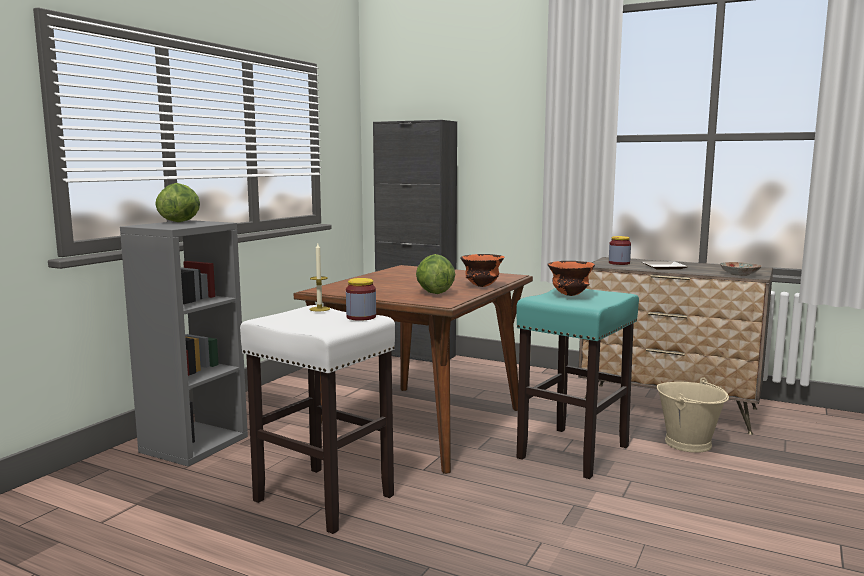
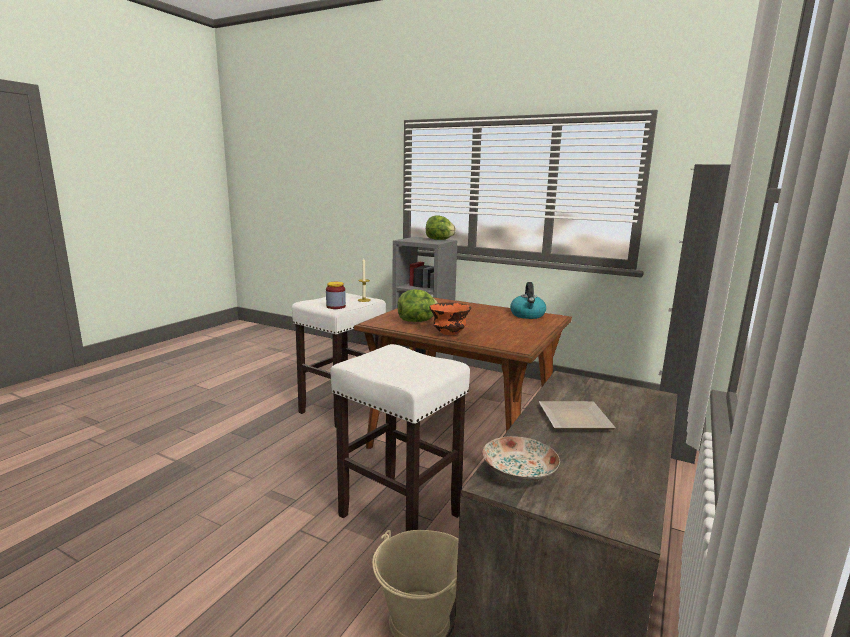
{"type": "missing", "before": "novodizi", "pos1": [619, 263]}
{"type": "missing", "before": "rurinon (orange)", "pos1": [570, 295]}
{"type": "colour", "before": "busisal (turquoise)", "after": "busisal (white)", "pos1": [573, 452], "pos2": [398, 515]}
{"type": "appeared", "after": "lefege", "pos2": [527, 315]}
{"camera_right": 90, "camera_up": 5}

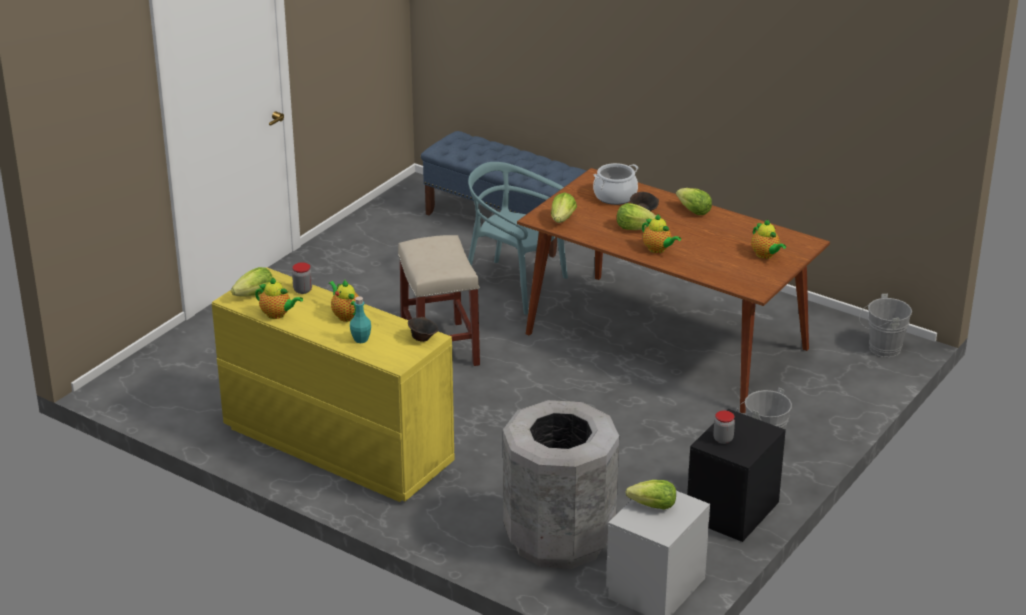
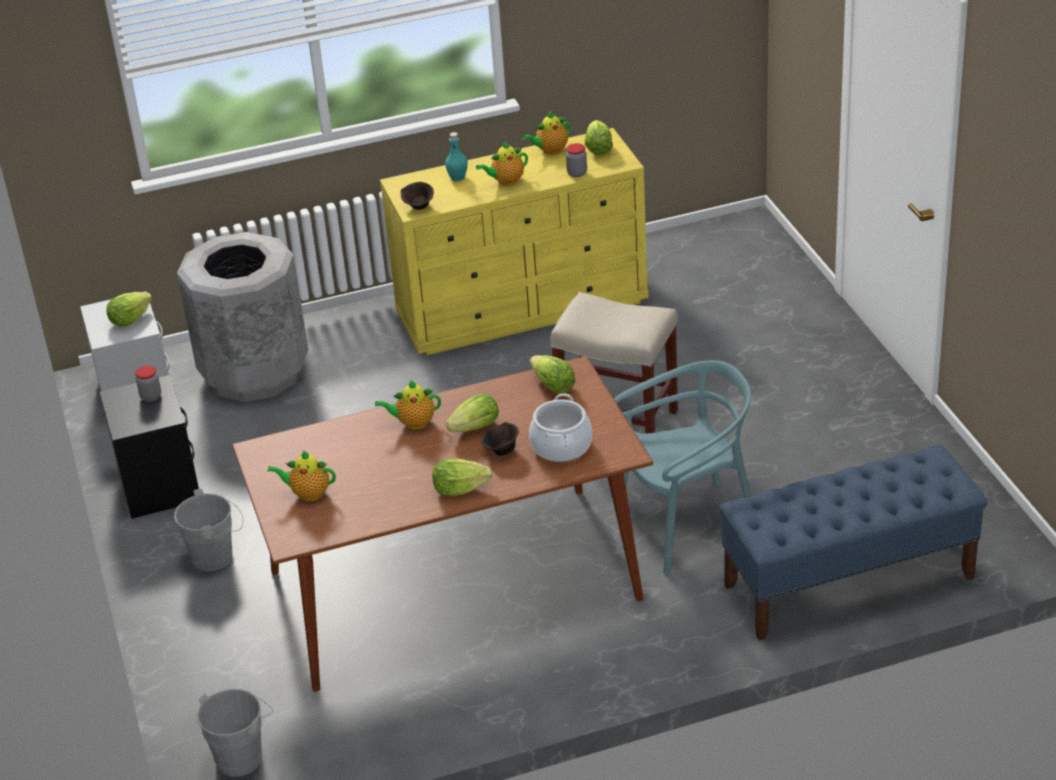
{"type": "spun", "before": "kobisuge", "pos1": [345, 315], "pos2": [506, 181], "turn": 150}
{"camera_right": 130, "camera_up": 5}

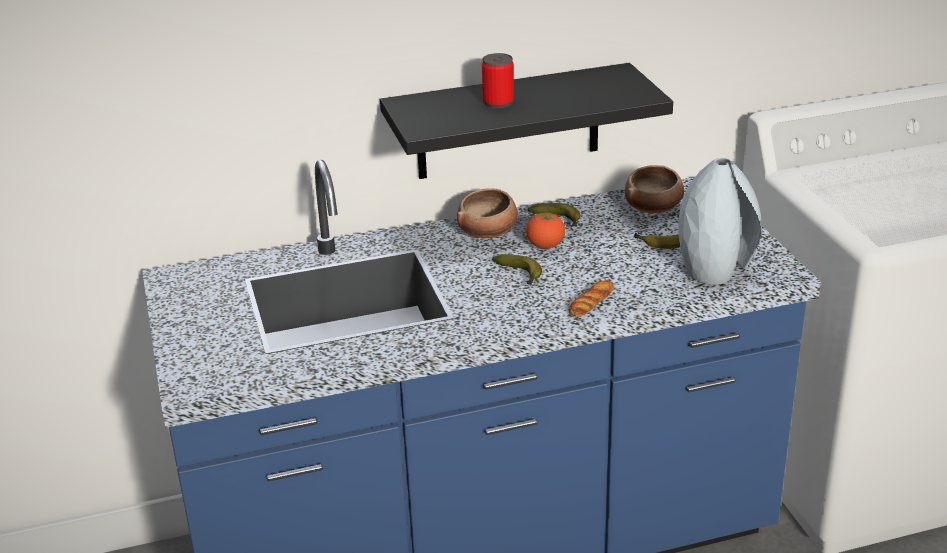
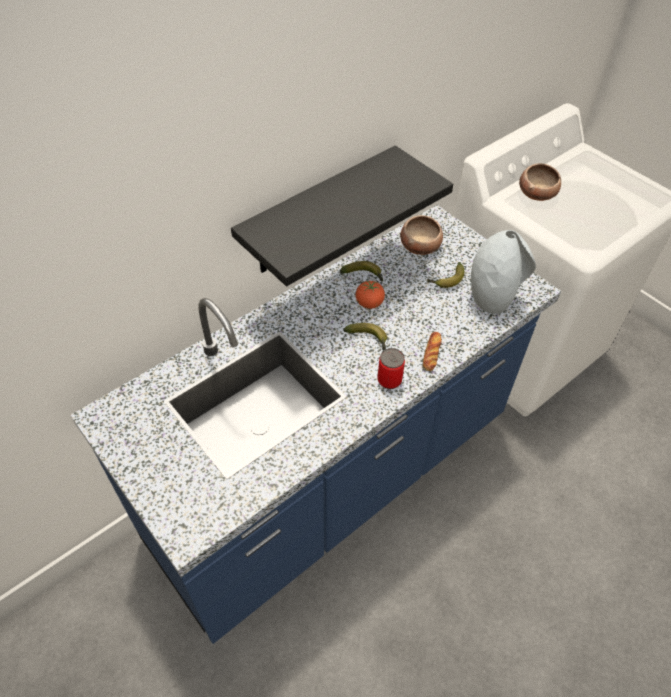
{"type": "relocated", "before": "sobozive", "pos1": [498, 102], "pos2": [389, 380]}
{"type": "relocated", "before": "rurinon", "pos1": [488, 232], "pos2": [537, 193]}
{"camera_right": -25, "camera_up": 20}

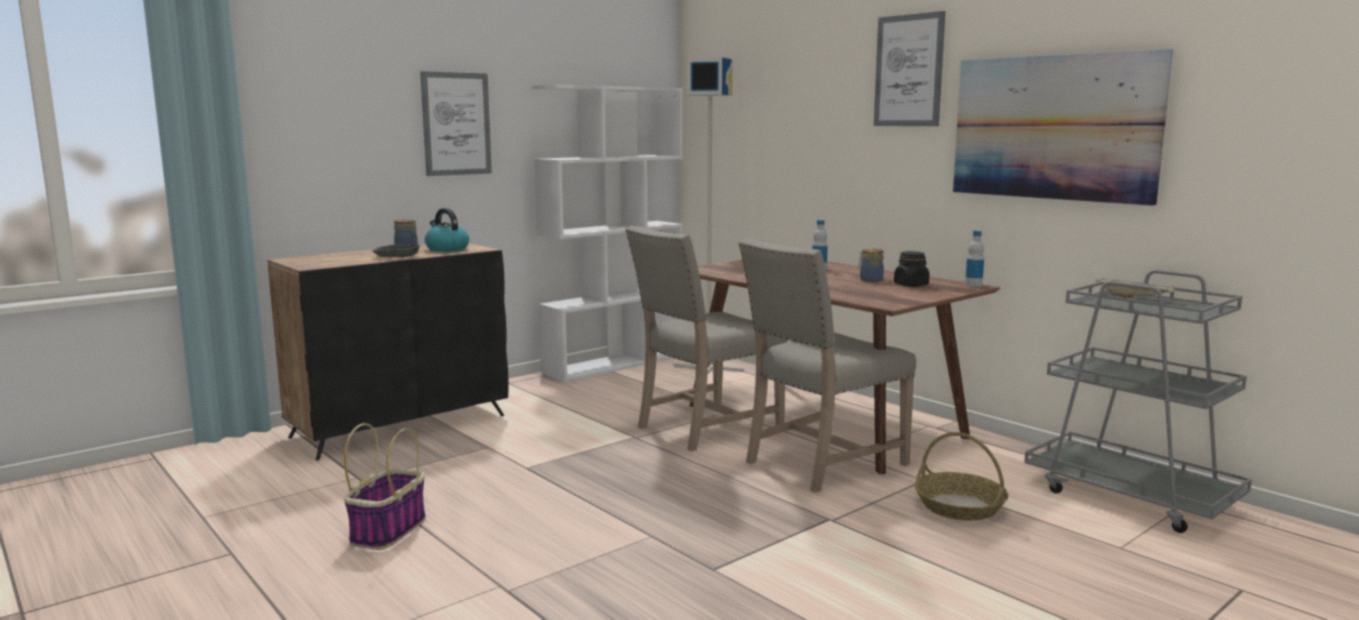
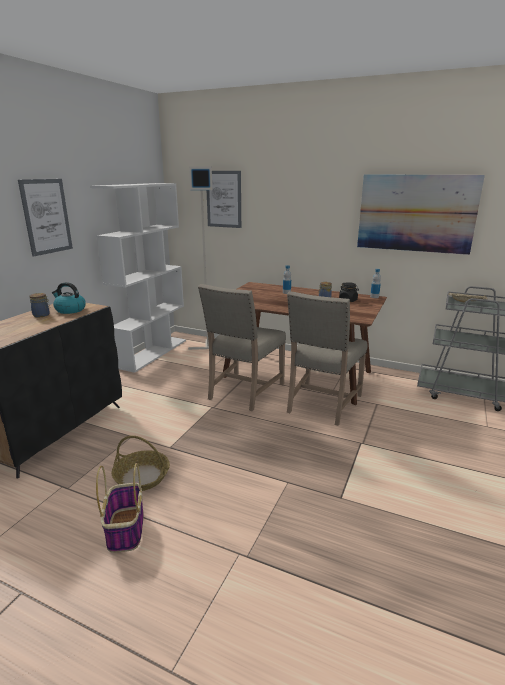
{"type": "relocated", "before": "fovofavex", "pos1": [908, 71], "pos2": [224, 199]}
{"type": "missing", "before": "rurinon (grey)", "pos1": [396, 256]}
{"type": "relocated", "before": "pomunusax", "pos1": [960, 506], "pos2": [142, 477]}
{"camera_right": -25, "camera_up": 10}

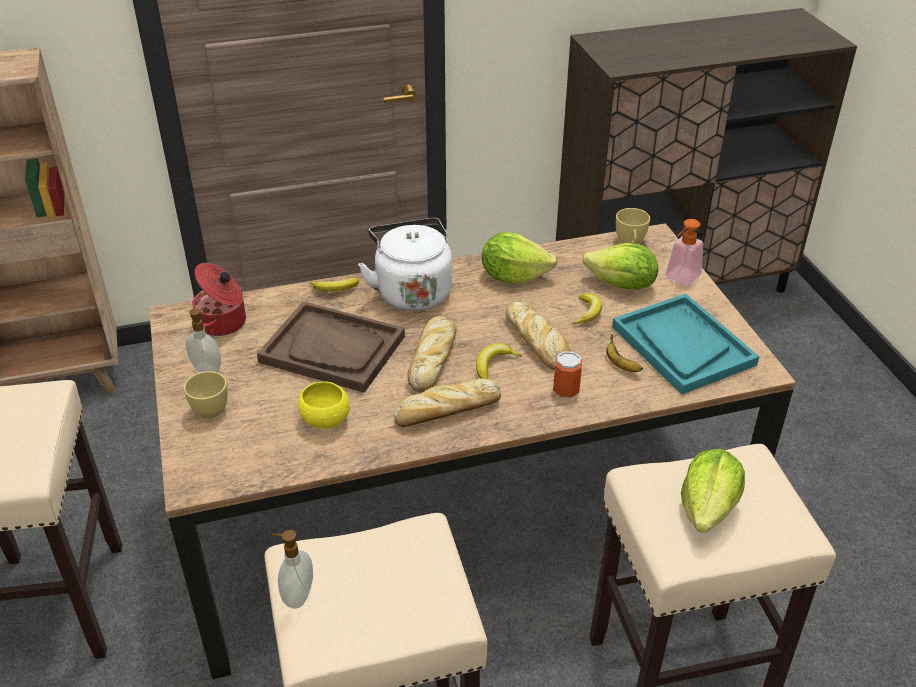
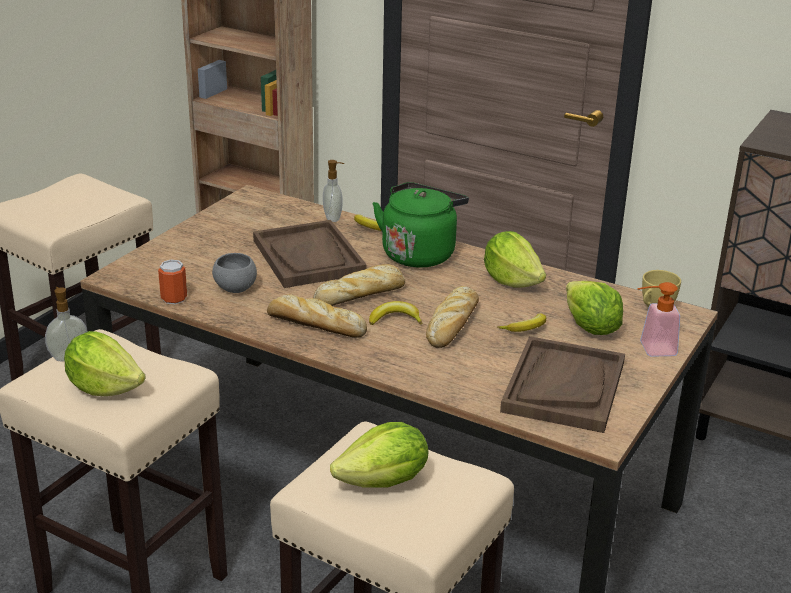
{"type": "colour", "before": "lefege (white)", "after": "lefege (green)", "pos1": [411, 291], "pos2": [420, 253]}
{"type": "missing", "before": "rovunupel", "pos1": [223, 323]}
{"type": "colour", "before": "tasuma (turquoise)", "after": "tasuma (brown)", "pos1": [682, 345], "pos2": [563, 387]}
{"type": "relocated", "before": "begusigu", "pos1": [208, 369], "pos2": [333, 218]}
{"type": "missing", "before": "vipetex", "pos1": [620, 365]}
{"type": "relocated", "before": "sobozive", "pos1": [566, 390], "pos2": [174, 298]}
{"type": "missing", "before": "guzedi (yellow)", "pos1": [212, 407]}
{"type": "colour", "before": "rurinon (yellow)", "after": "rurinon (grey)", "pos1": [325, 420], "pos2": [235, 288]}
{"type": "appeared", "after": "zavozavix", "pos2": [104, 387]}
{"camera_right": 45, "camera_up": -10}

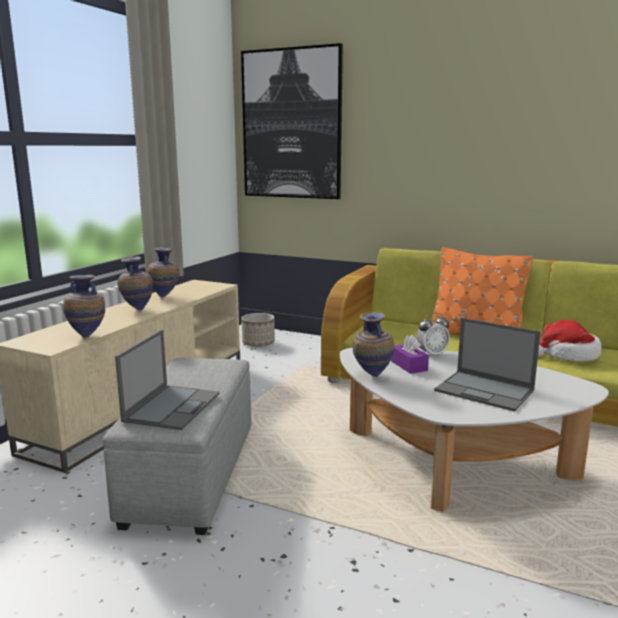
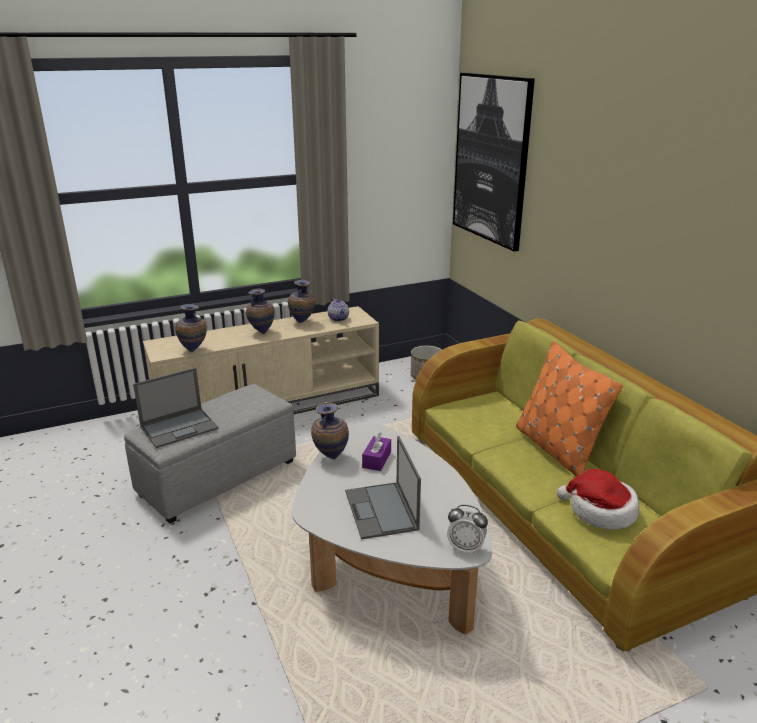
{"type": "relocated", "before": "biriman", "pos1": [432, 354], "pos2": [465, 548]}
{"type": "appeared", "after": "kobisuge", "pos2": [339, 319]}
{"camera_right": 40, "camera_up": 10}

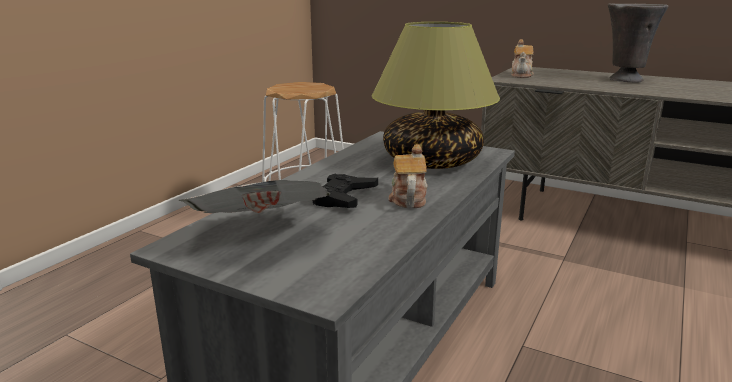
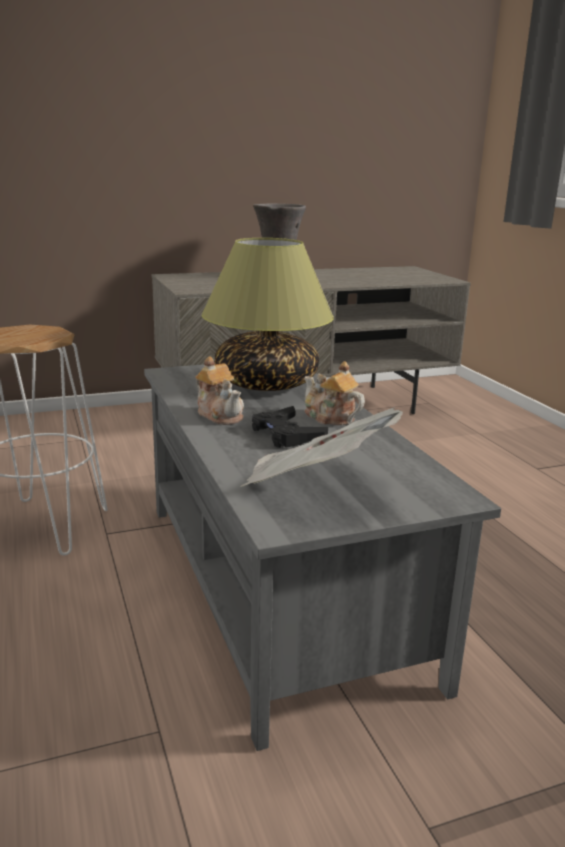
{"type": "relocated", "before": "kobisuge", "pos1": [521, 75], "pos2": [220, 415]}
{"camera_right": -50, "camera_up": 0}

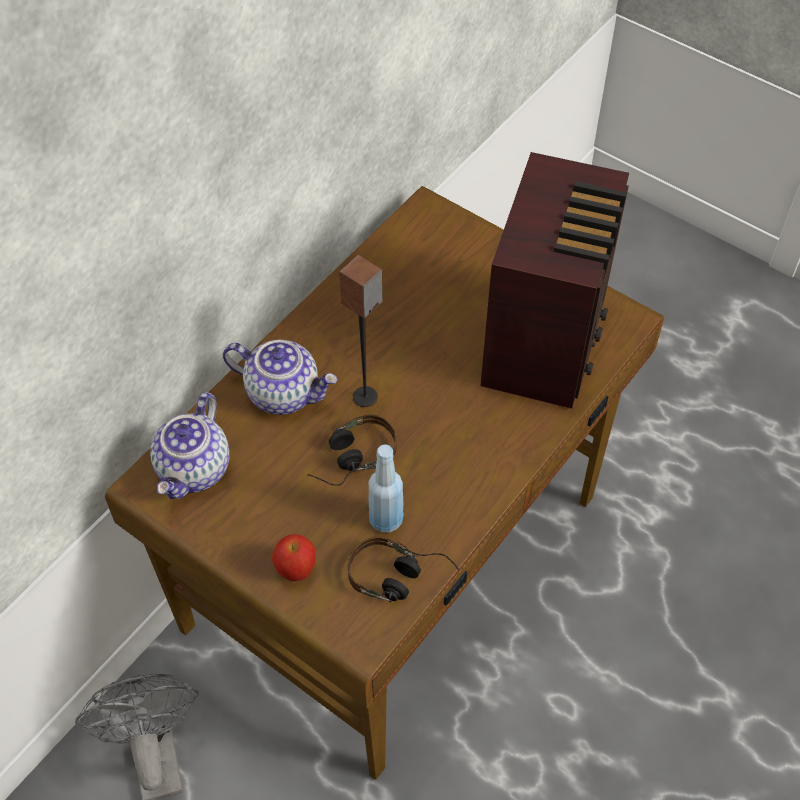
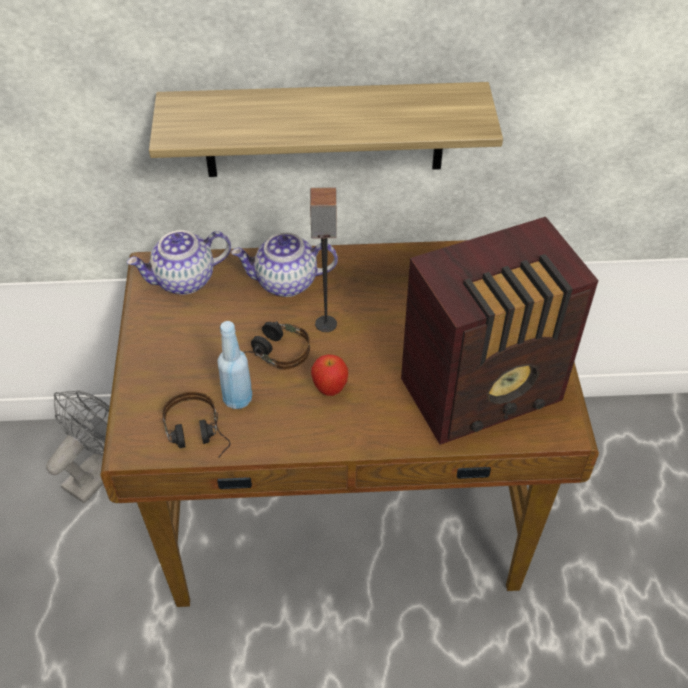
{"type": "spun", "before": "kobisuge", "pos1": [284, 392], "pos2": [286, 282], "turn": 105}
{"type": "relocated", "before": "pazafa", "pos1": [296, 571], "pos2": [330, 389]}
{"type": "appeared", "after": "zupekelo", "pos2": [324, 130]}
{"camera_right": 50, "camera_up": -5}

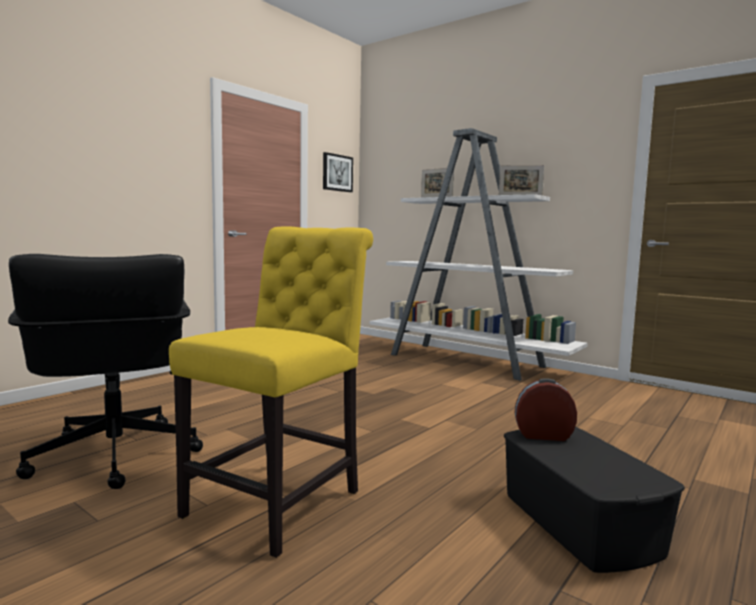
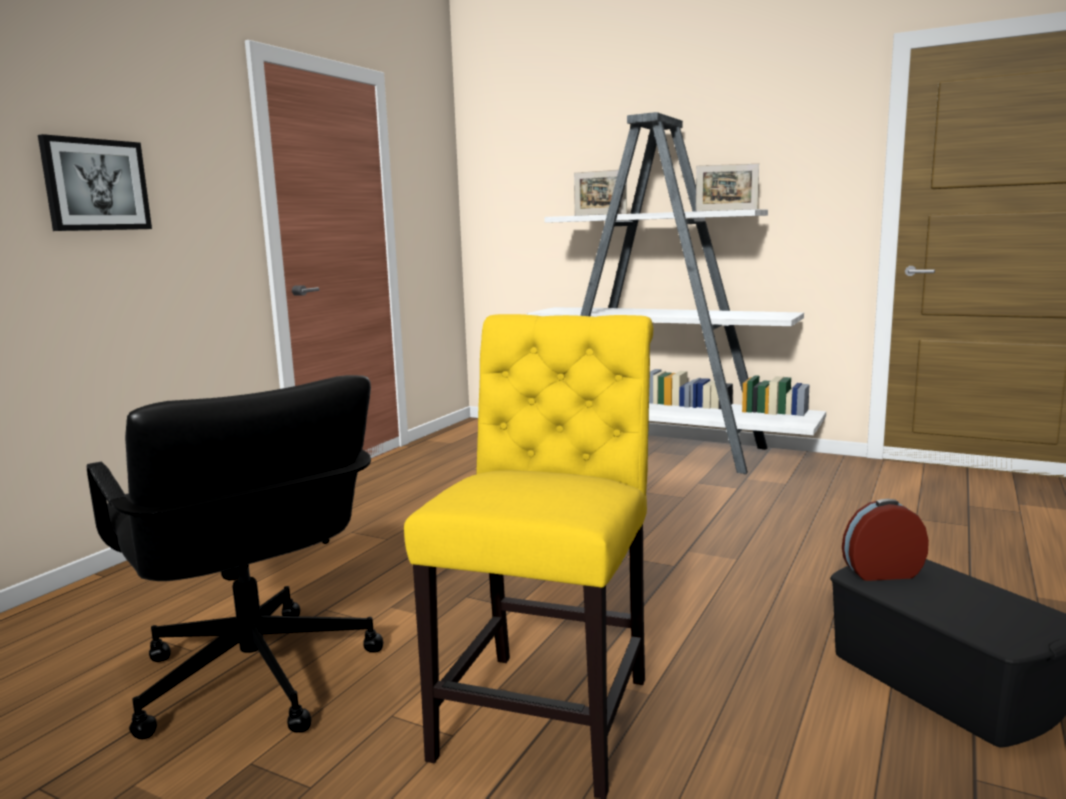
{"type": "relocated", "before": "fovofavex", "pos1": [337, 173], "pos2": [96, 185]}
{"camera_right": -10, "camera_up": 5}

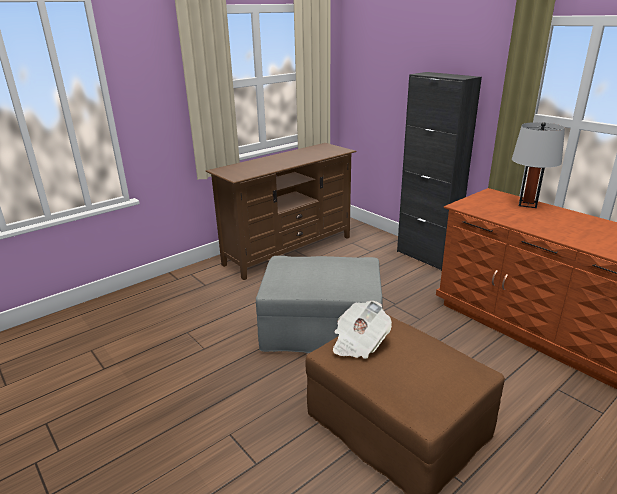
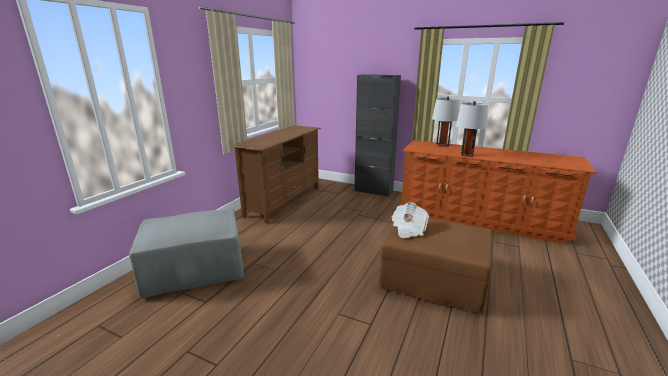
{"type": "relocated", "before": "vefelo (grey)", "pos1": [322, 328], "pos2": [195, 269]}
{"type": "appeared", "after": "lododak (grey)", "pos2": [466, 154]}
{"camera_right": -25, "camera_up": -5}

